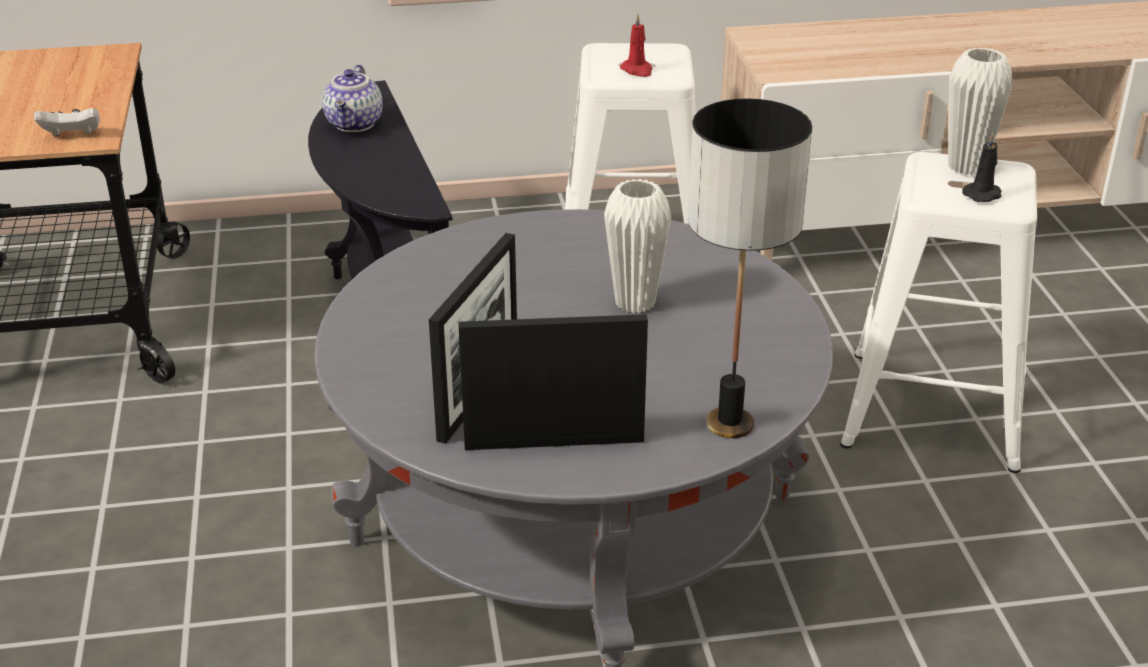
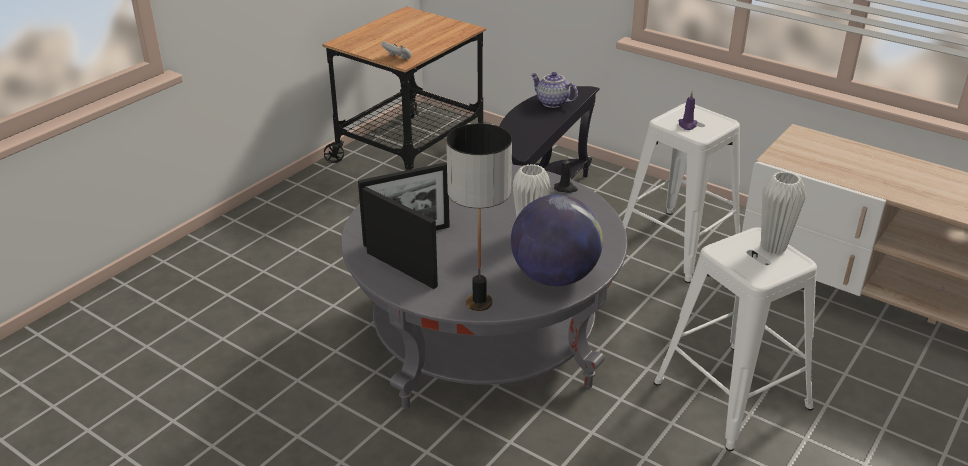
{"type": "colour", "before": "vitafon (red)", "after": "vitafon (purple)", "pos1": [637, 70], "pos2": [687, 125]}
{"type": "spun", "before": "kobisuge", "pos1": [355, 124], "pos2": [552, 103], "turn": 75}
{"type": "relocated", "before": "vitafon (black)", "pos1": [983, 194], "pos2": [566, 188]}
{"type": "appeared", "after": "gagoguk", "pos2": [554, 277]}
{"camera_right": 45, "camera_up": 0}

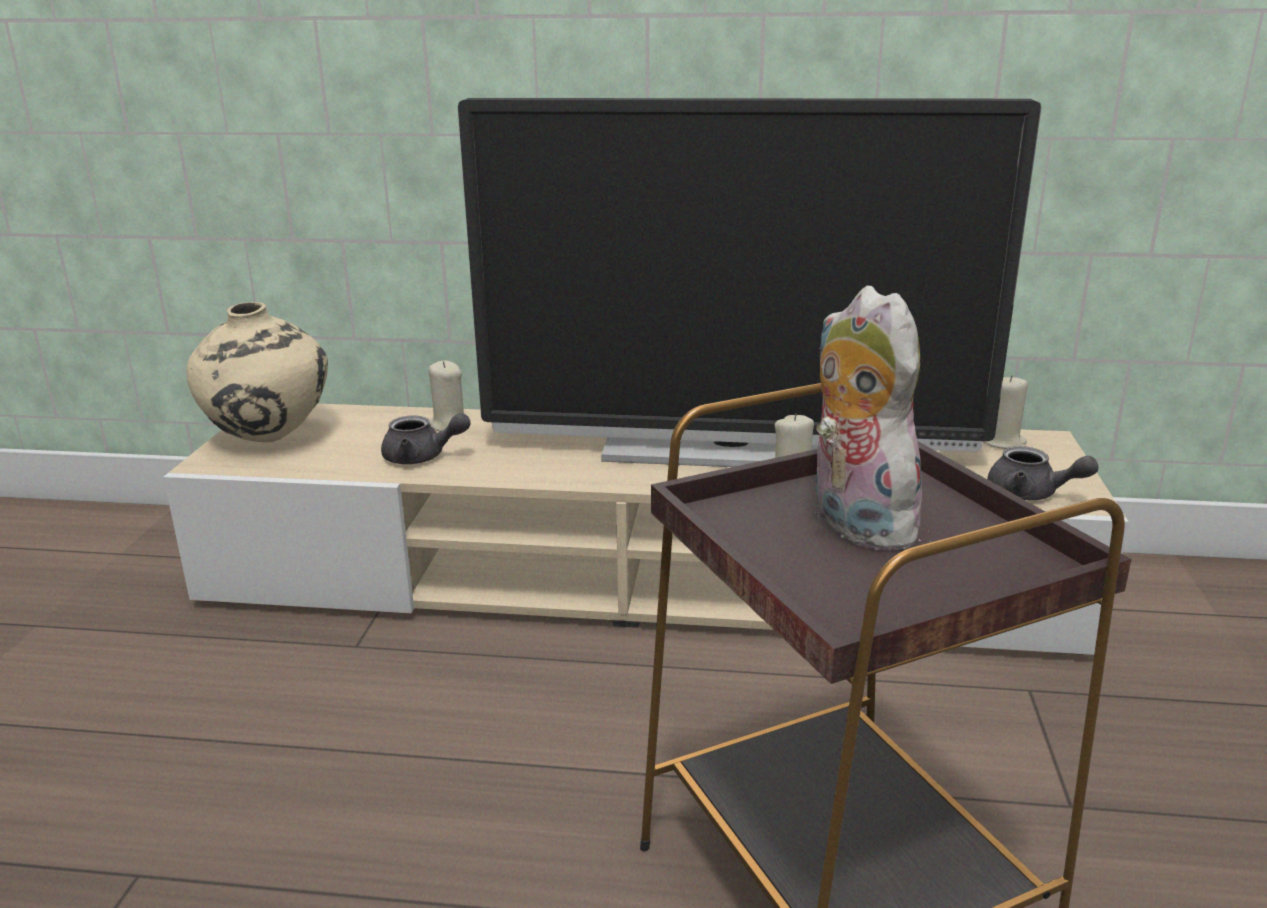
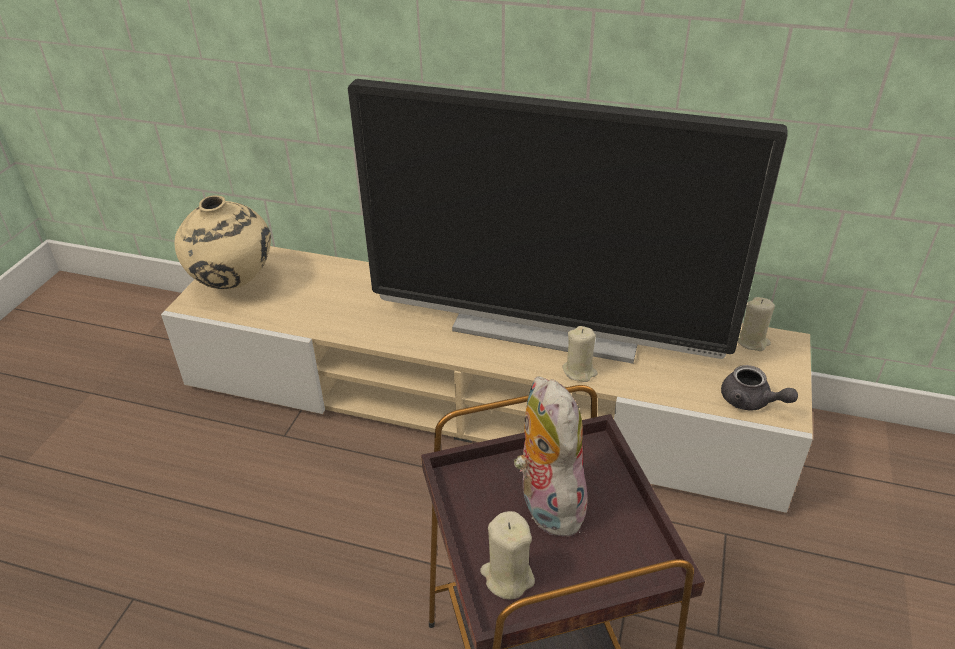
{"type": "relocated", "before": "vitafon (beige)", "pos1": [448, 425], "pos2": [507, 576]}
{"type": "missing", "before": "kobisuge (grey)", "pos1": [422, 457]}
{"camera_right": 10, "camera_up": 15}

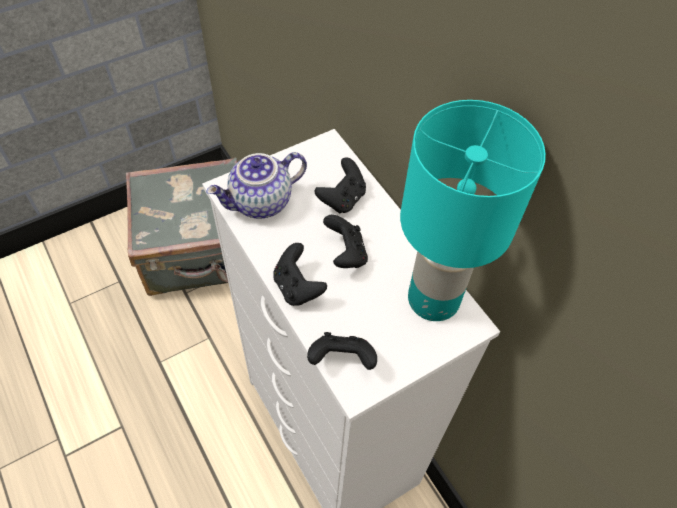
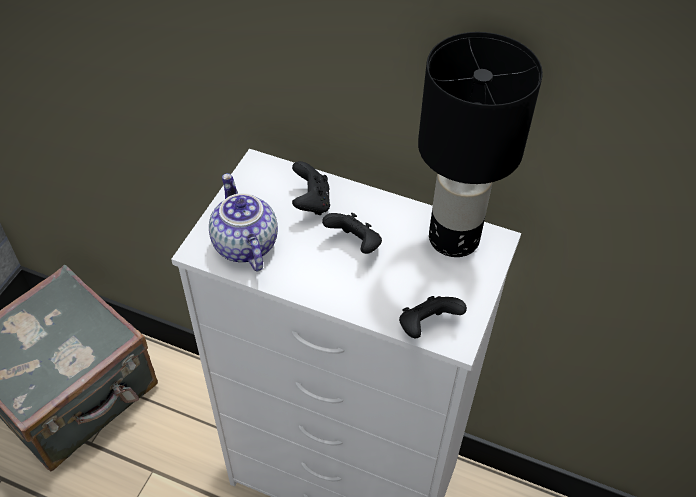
{"type": "colour", "before": "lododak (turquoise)", "after": "lododak (black)", "pos1": [433, 298], "pos2": [452, 238]}
{"type": "spun", "before": "kobisuge", "pos1": [261, 203], "pos2": [243, 245], "turn": 135}
{"type": "missing", "before": "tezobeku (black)", "pos1": [297, 287]}
{"camera_right": -35, "camera_up": -5}

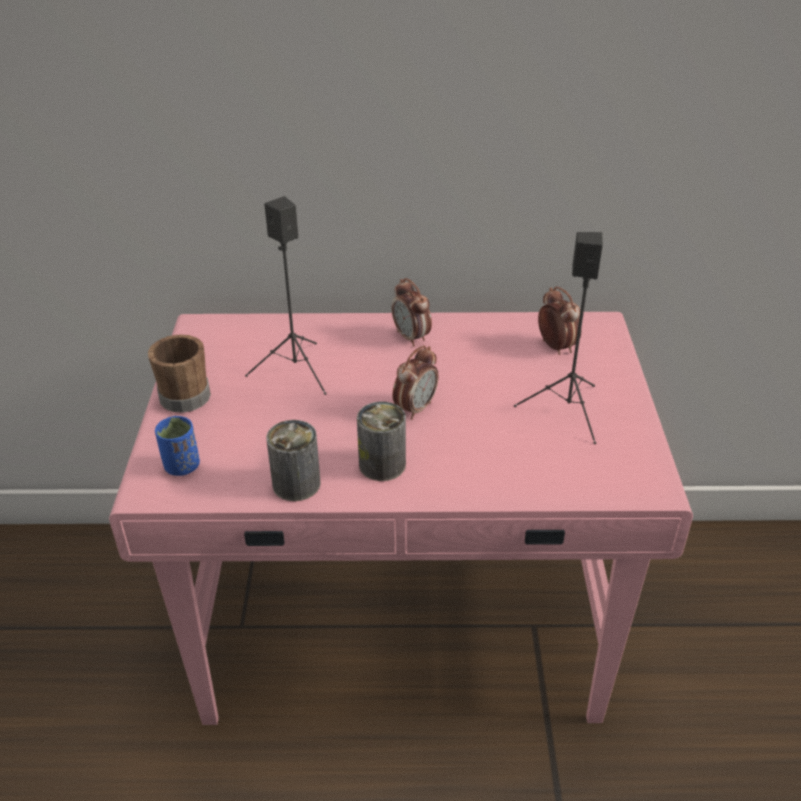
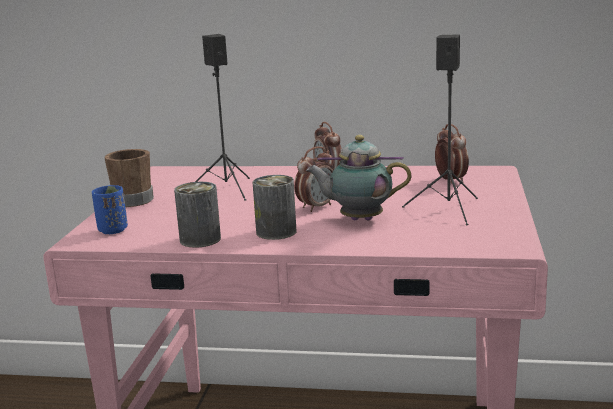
{"type": "appeared", "after": "kobisuge", "pos2": [358, 219]}
{"camera_right": 10, "camera_up": -20}

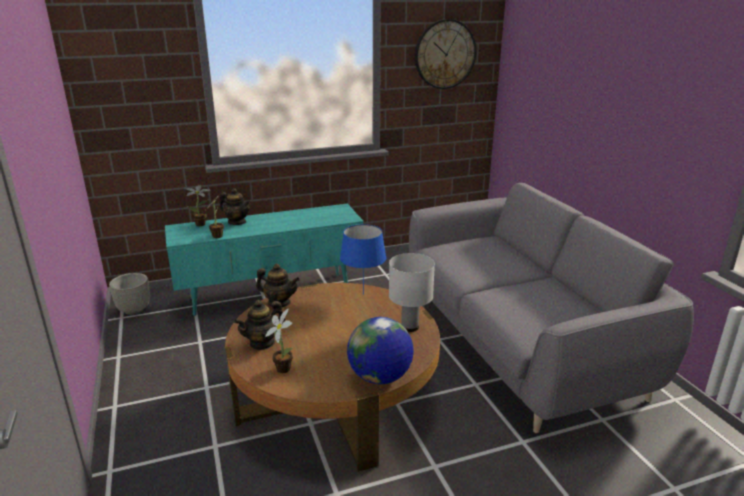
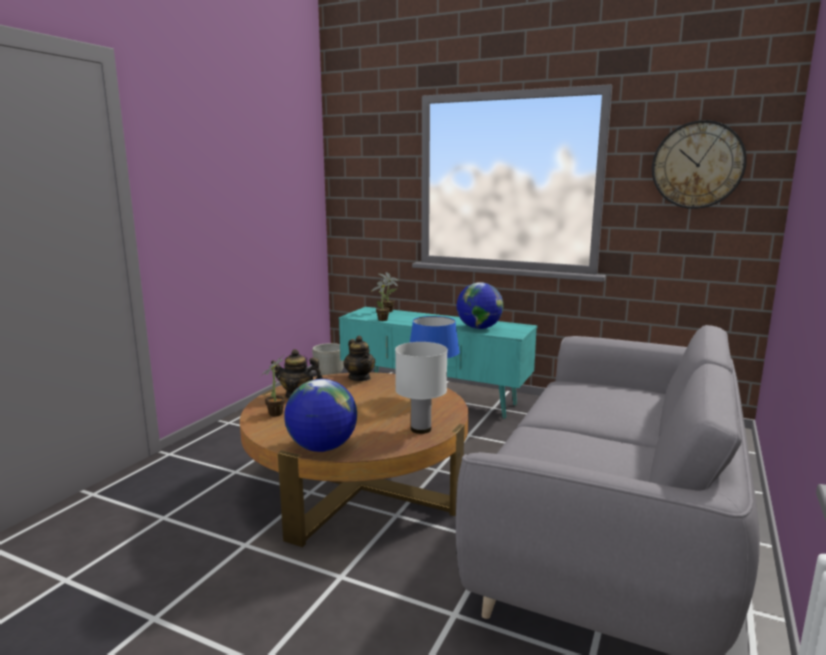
{"type": "missing", "before": "kobisuge", "pos1": [237, 222]}
{"type": "appeared", "after": "gagoguk", "pos2": [479, 328]}
{"camera_right": 45, "camera_up": -10}

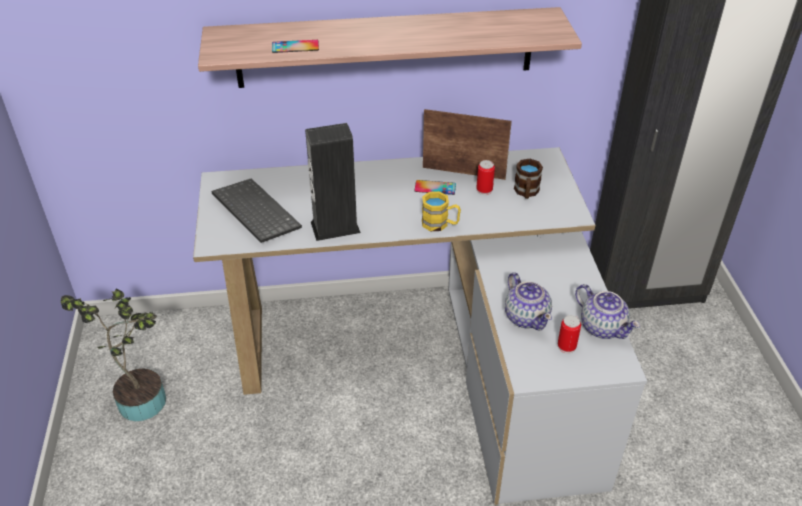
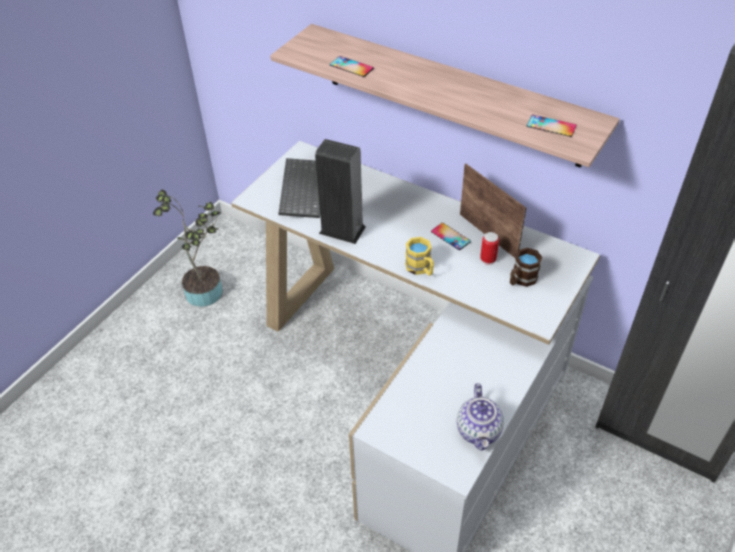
{"type": "missing", "before": "kobisuge", "pos1": [526, 317]}
{"type": "missing", "before": "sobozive", "pos1": [566, 346]}
{"type": "appeared", "after": "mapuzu", "pos2": [551, 126]}
{"camera_right": 40, "camera_up": 5}

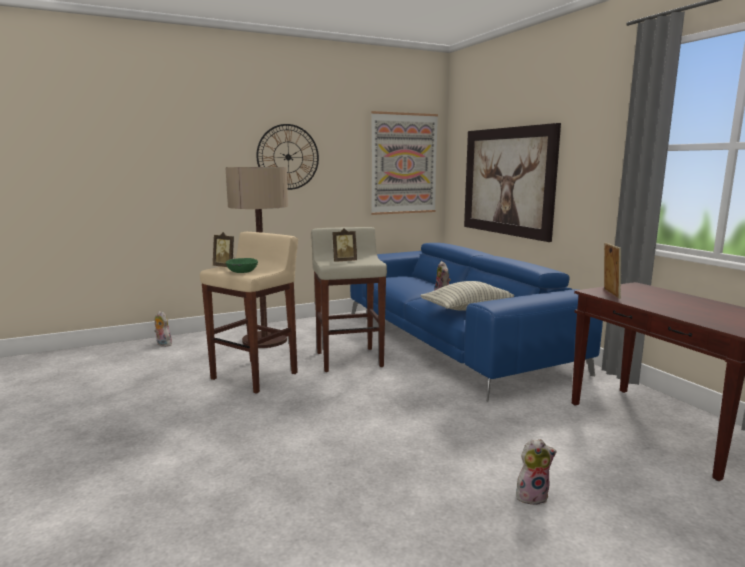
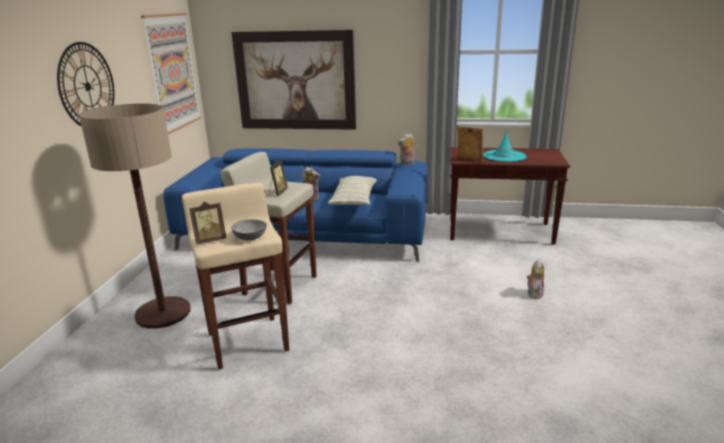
{"type": "colour", "before": "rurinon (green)", "after": "rurinon (grey)", "pos1": [242, 272], "pos2": [249, 237]}
{"type": "relocated", "before": "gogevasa", "pos1": [163, 344], "pos2": [407, 164]}
{"type": "appeared", "after": "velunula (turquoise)", "pos2": [504, 156]}
{"camera_right": -55, "camera_up": 10}

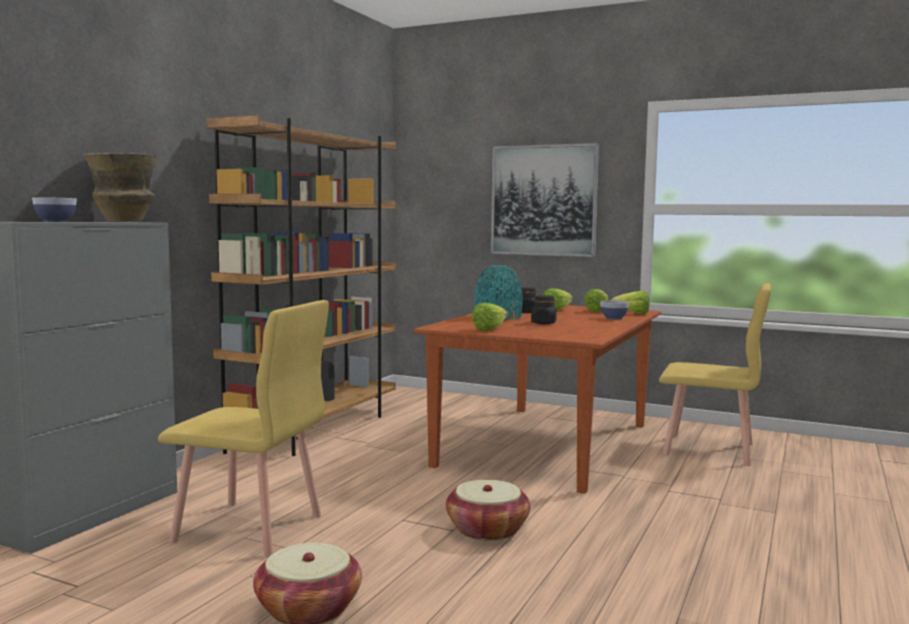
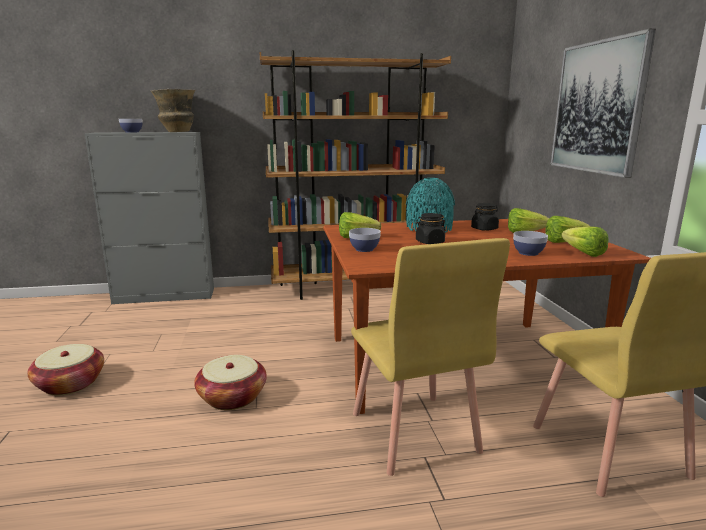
{"type": "relocated", "before": "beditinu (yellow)", "pos1": [249, 529], "pos2": [413, 433]}
{"type": "appeared", "after": "rurinon", "pos2": [364, 249]}
{"camera_right": 55, "camera_up": 10}

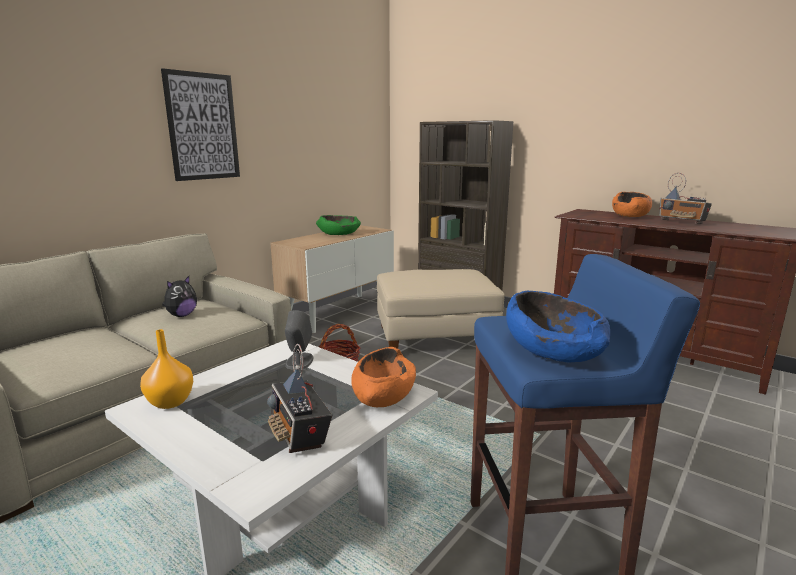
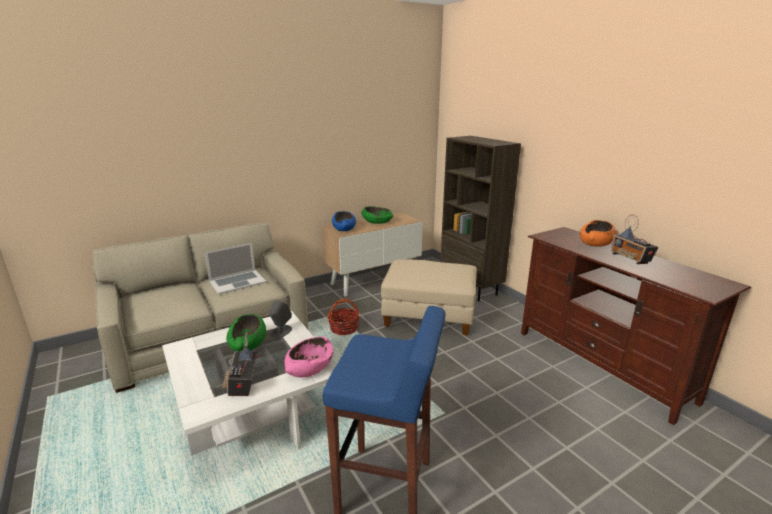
{"type": "missing", "before": "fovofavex", "pos1": [202, 127]}
{"type": "exchanged", "before": "gogevasa", "after": "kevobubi", "pos1": [181, 315], "pos2": [237, 282]}
{"type": "relocated", "before": "rurinon (blue)", "pos1": [553, 350], "pos2": [344, 229]}
{"type": "missing", "before": "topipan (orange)", "pos1": [169, 402]}
{"type": "colour", "before": "rurinon (orange)", "after": "rurinon (pink)", "pos1": [383, 394], "pos2": [310, 367]}
{"type": "appeared", "after": "rurinon (green)", "pos2": [248, 344]}
{"camera_right": 20, "camera_up": 5}

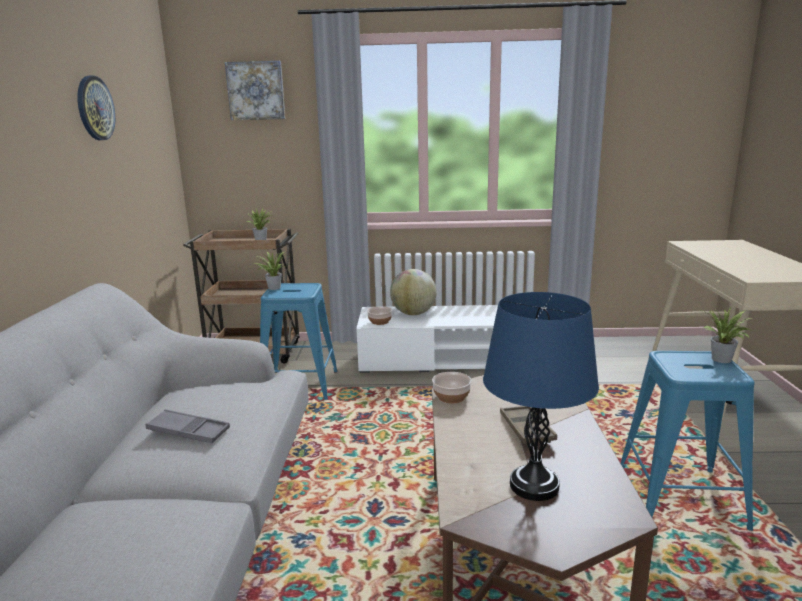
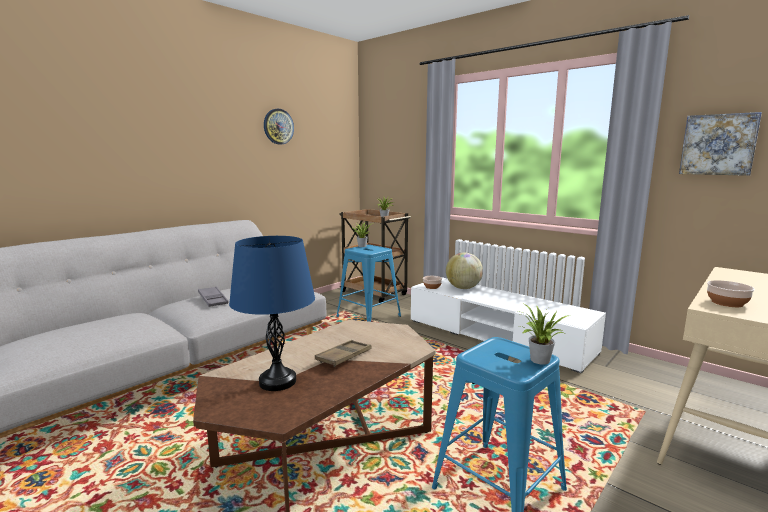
{"type": "relocated", "before": "fovofavex", "pos1": [256, 91], "pos2": [718, 144]}
{"type": "relocated", "before": "rurinon", "pos1": [451, 397], "pos2": [727, 303]}
{"camera_right": 40, "camera_up": -5}

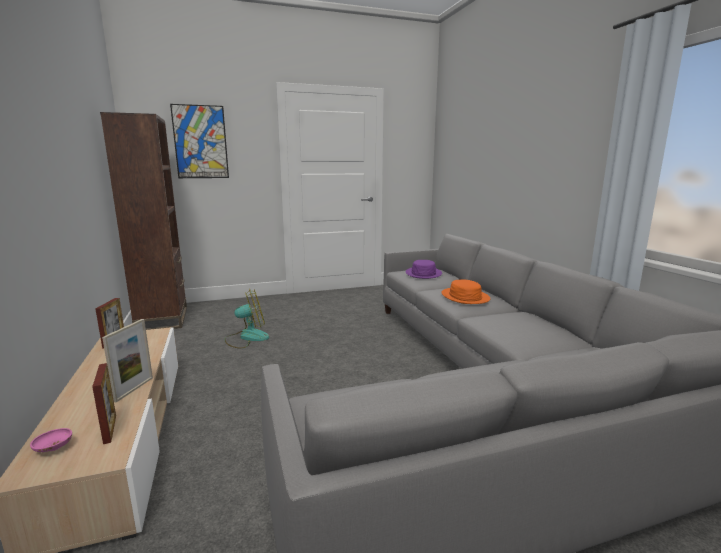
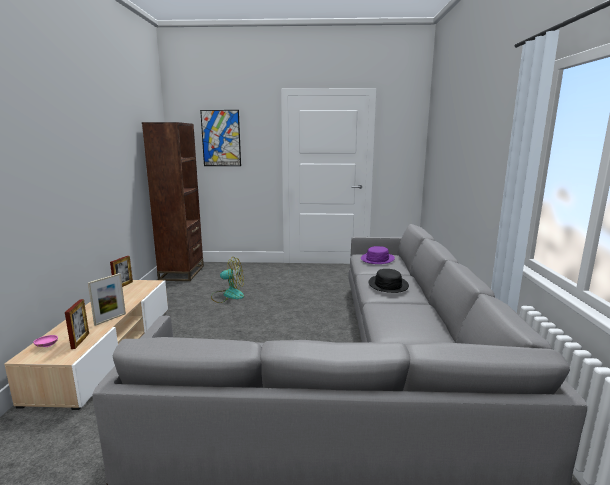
{"type": "colour", "before": "velunula (orange)", "after": "velunula (black)", "pos1": [465, 297], "pos2": [388, 285]}
{"camera_right": 20, "camera_up": 0}

